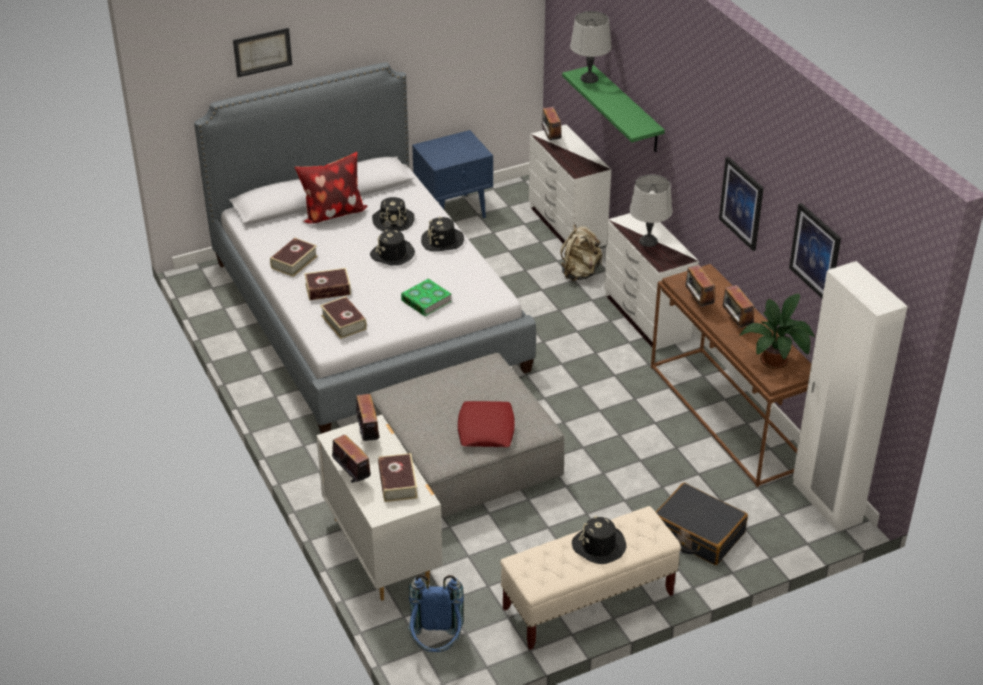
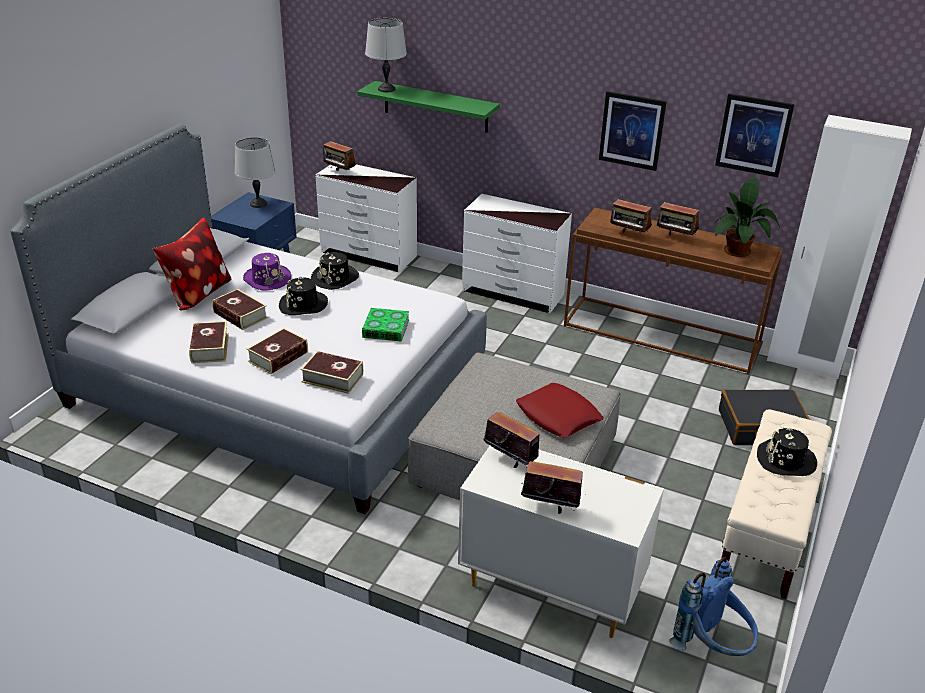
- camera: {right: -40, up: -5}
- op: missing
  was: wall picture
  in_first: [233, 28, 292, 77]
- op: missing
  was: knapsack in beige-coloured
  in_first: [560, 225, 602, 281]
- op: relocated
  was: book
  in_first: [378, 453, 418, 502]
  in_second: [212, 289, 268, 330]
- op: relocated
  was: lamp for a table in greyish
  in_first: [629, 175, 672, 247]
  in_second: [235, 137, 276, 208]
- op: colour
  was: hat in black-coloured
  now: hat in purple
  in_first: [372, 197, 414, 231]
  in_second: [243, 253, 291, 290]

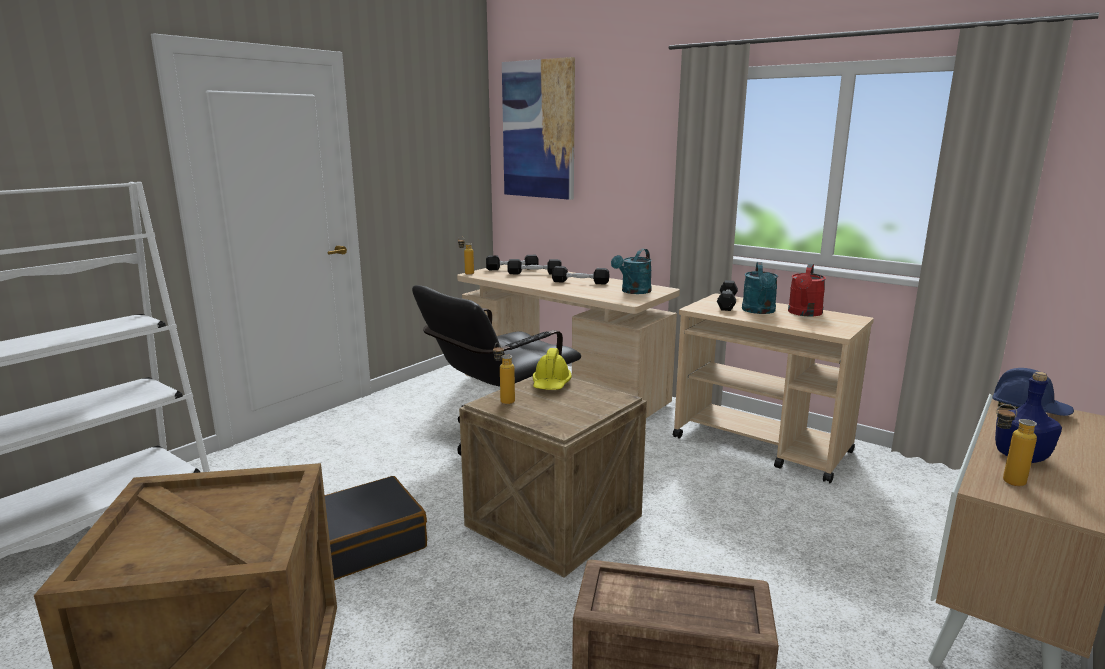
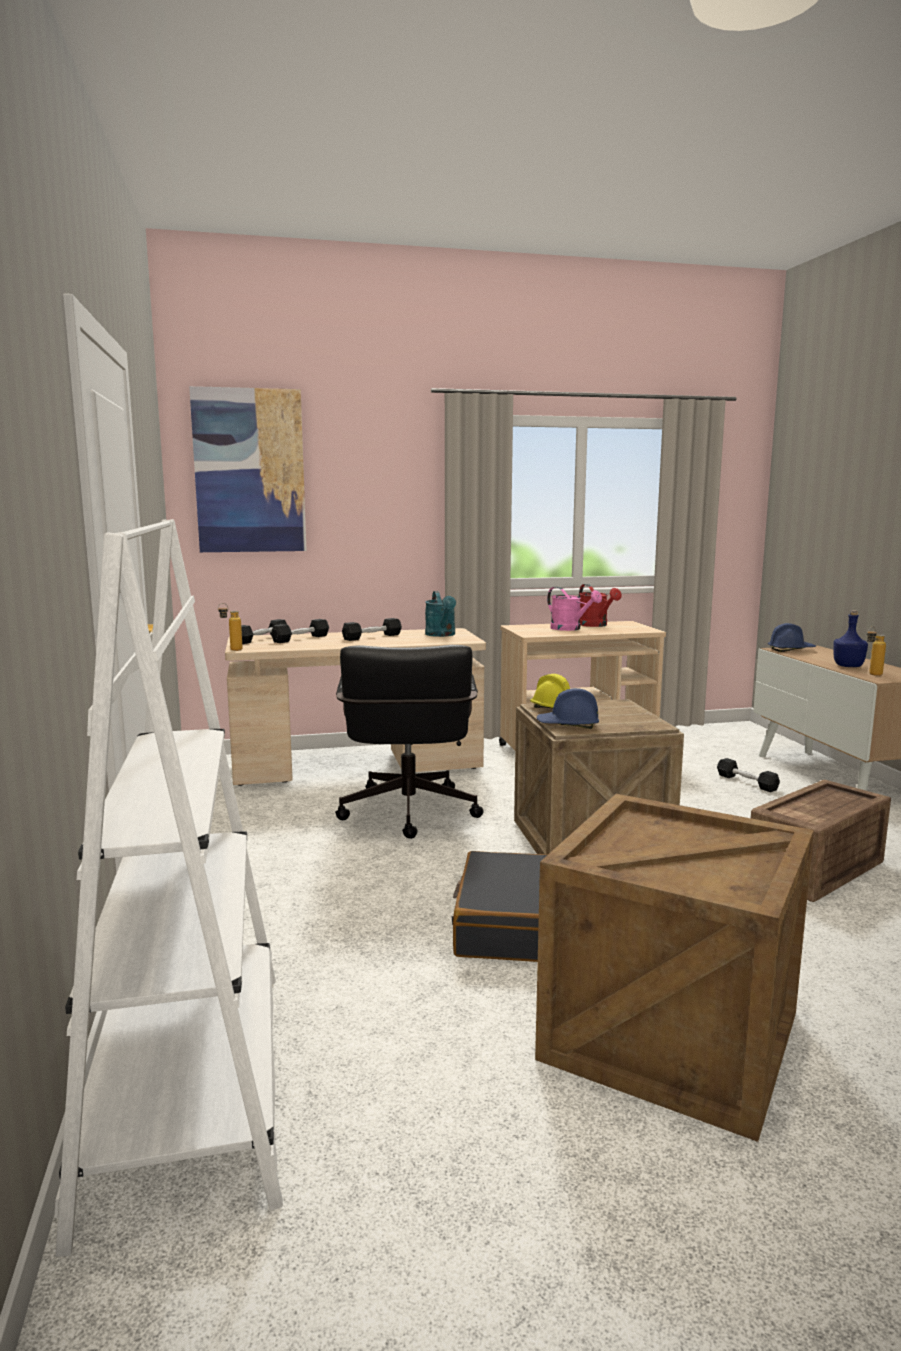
- camera: {right: -50, up: -5}
- op: relocated
  was: free weight in black-coloured
  in_first: [717, 280, 738, 311]
  in_second: [717, 758, 780, 792]
- op: exchanged
  was: drink bottle
  now: hard hat in blue-coloured
  in_first: [493, 343, 515, 404]
  in_second: [537, 688, 599, 729]
- op: colour
  was: watering pot in turquoise
  now: watering pot in pink-coloured
  in_first: [742, 262, 778, 314]
  in_second: [547, 587, 602, 631]

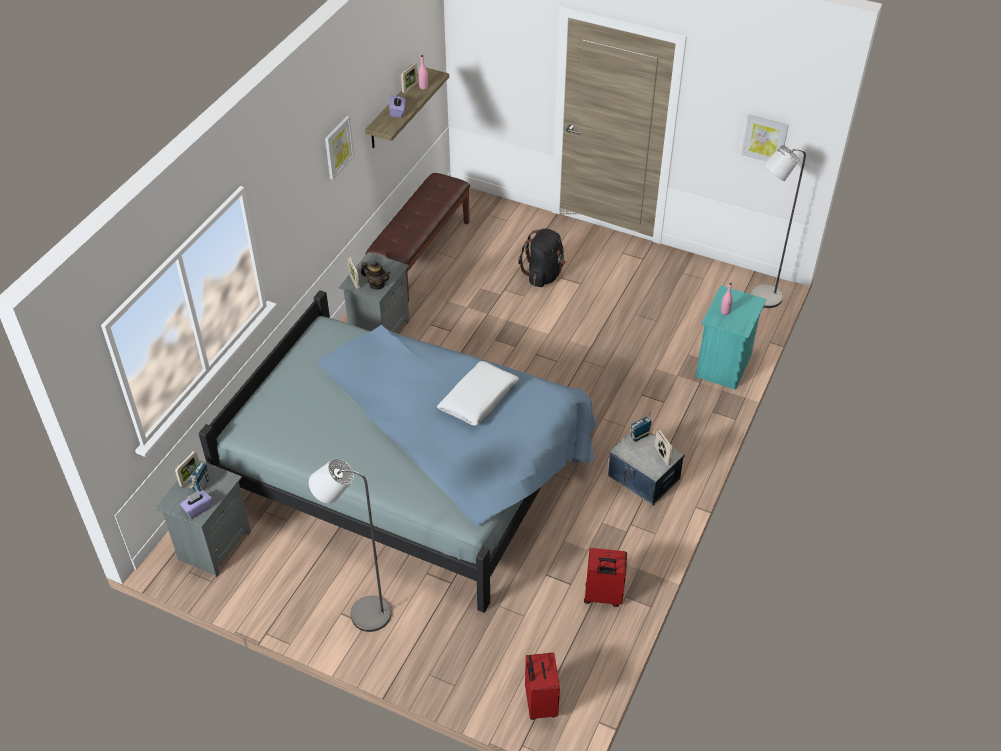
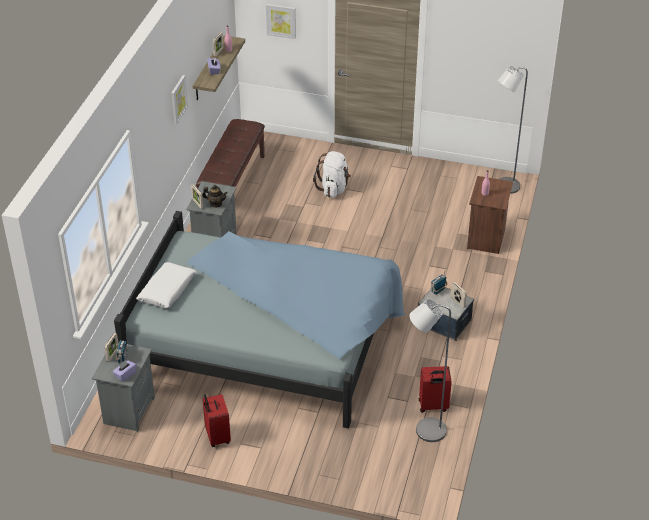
- camera: {right: -10, up: -5}
- op: relocated
  was: floor lamp in greyish
  in_first: [309, 458, 391, 632]
  in_second: [409, 299, 451, 442]
- op: relocated
  was: pillow in white-coloured
  in_first: [437, 361, 519, 426]
  in_second: [136, 262, 197, 308]
- op: relocated
  was: travel case in red-coloured
  in_first: [525, 652, 560, 720]
  in_second: [202, 394, 231, 447]
- op: relocated
  was: wall picture
  in_first: [741, 115, 789, 161]
  in_second: [266, 4, 296, 39]
- op: colour
  was: knapsack in black-coloured
  now: knapsack in white-coloured
  in_first: [518, 229, 566, 287]
  in_second: [313, 151, 351, 198]
- op: colour
  was: nightstand in turquoise
  now: nightstand in brownish
  in_first: [696, 286, 766, 390]
  in_second: [467, 176, 513, 254]

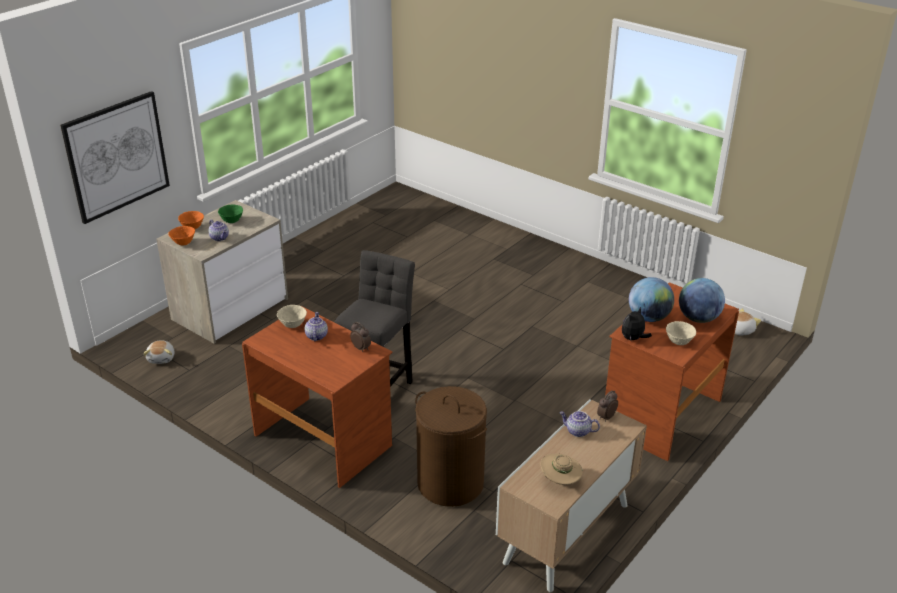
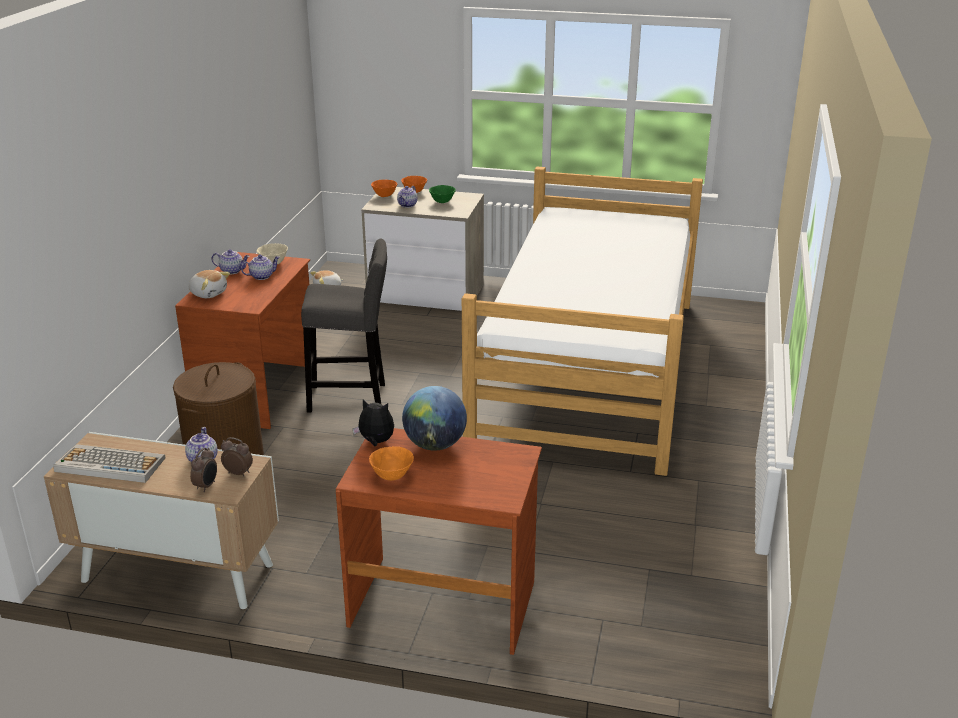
- camera: {right: 65, up: -5}
- op: missing
  was: wall picture
  in_first: [60, 91, 170, 224]
- op: missing
  was: world globe
  in_first: [679, 278, 725, 323]
- op: appeared
  now: teapot
  in_second: [212, 249, 250, 275]
- op: appeared
  now: bedroom bed
  in_second: [462, 167, 703, 476]
- op: relocated
  was: alarm clock
  in_first: [350, 322, 371, 351]
  in_second: [190, 448, 217, 492]
- op: relocated
  was: soft toy
  in_first: [735, 308, 761, 336]
  in_second: [189, 270, 230, 298]
- op: exchanged
  was: hat in beige-coloured
  now: PC keyboard
  in_first: [540, 454, 583, 485]
  in_second: [53, 444, 165, 483]
- op: colour
  was: bowl in beige-coloured
  now: bowl in orange-coloured
  in_first: [666, 321, 696, 345]
  in_second: [369, 446, 414, 481]

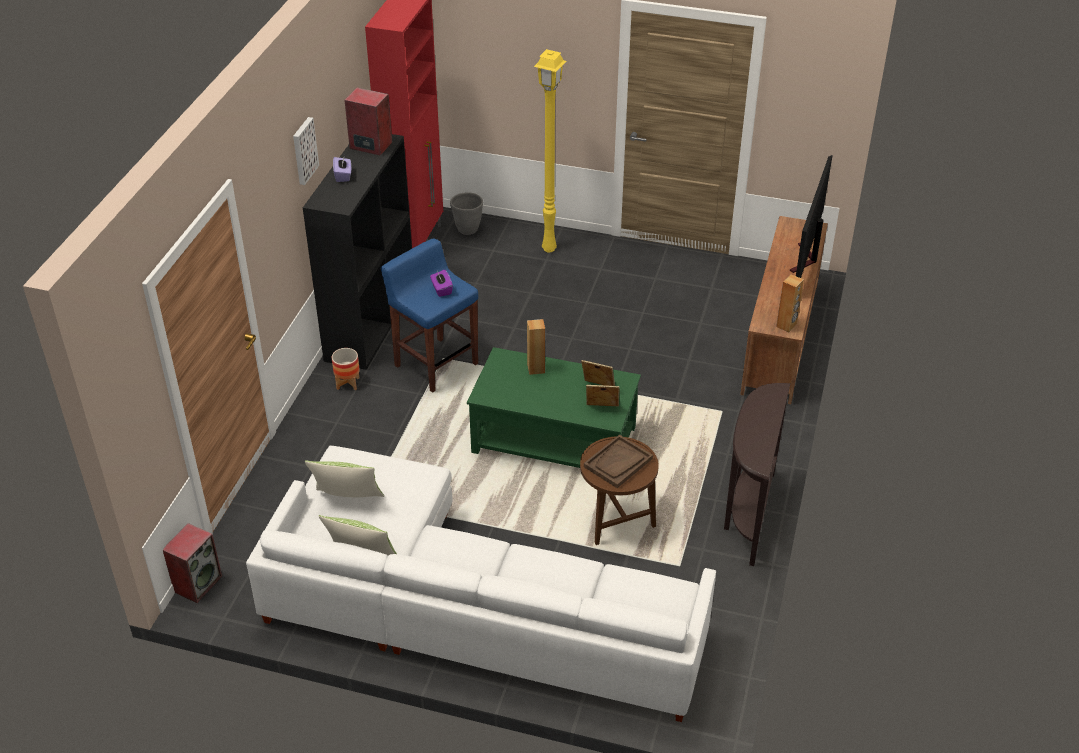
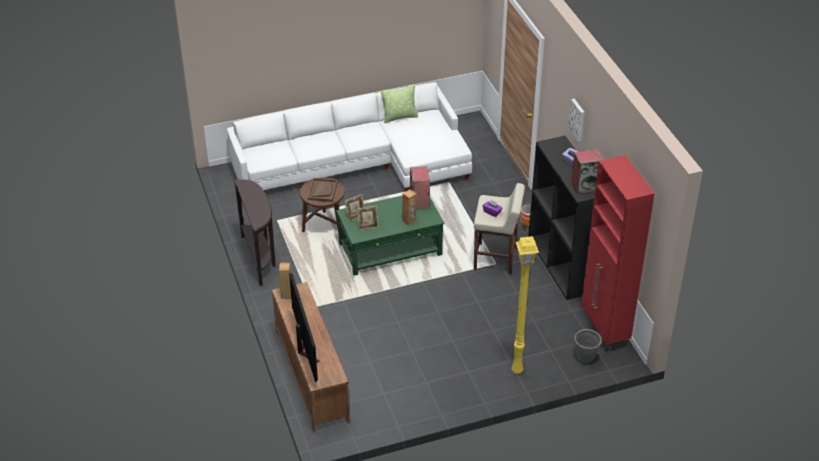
- camera: {right: 145, up: 0}
- op: missing
  was: pillow
  in_first: [305, 460, 384, 497]
- op: relocated
  was: audio speaker
  in_first: [163, 523, 222, 603]
  in_second: [410, 166, 430, 209]
- op: colour
  was: sitting stool in blue-coloured
  now: sitting stool in beige-coloured
  in_first: [381, 238, 478, 392]
  in_second: [474, 183, 525, 274]

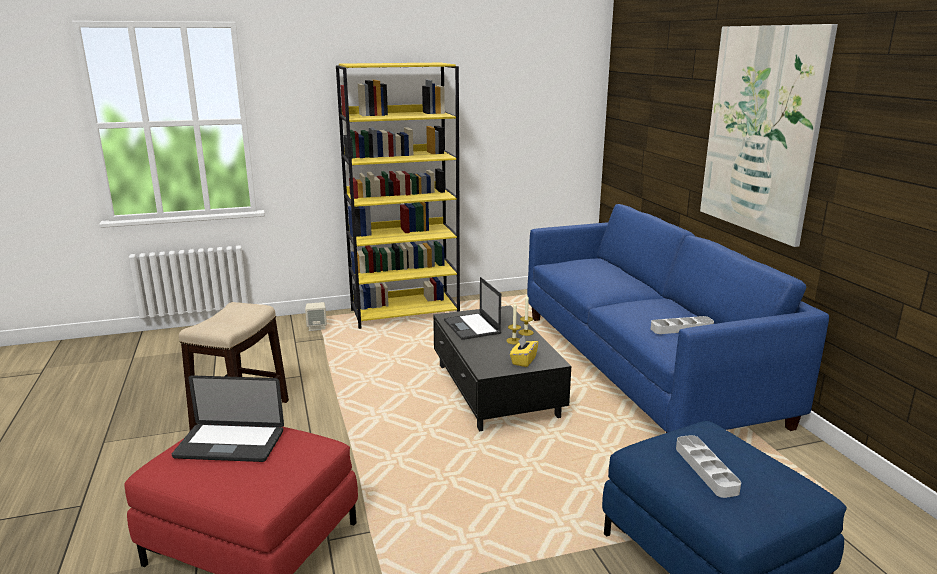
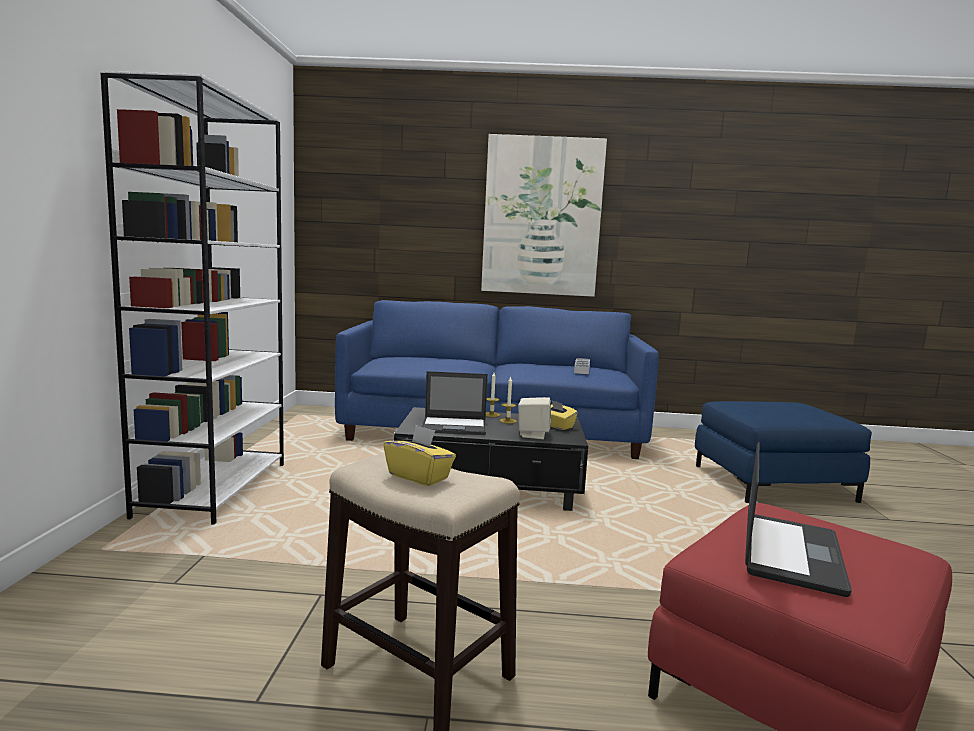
- camera: {right: -70, up: -10}
- op: missing
  was: tray in greyish
  in_first: [676, 435, 741, 498]
- op: appeared
  now: tissue holder in yellow
  in_second: [383, 425, 456, 486]
- op: relocated
  was: audio speaker in beige-coloured
  in_first: [305, 302, 327, 331]
  in_second: [518, 397, 551, 439]
- op: colour
  was: bookshelf in yellow
  now: bookshelf in white-coloured
  in_first: [336, 63, 460, 329]
  in_second: [100, 71, 284, 525]

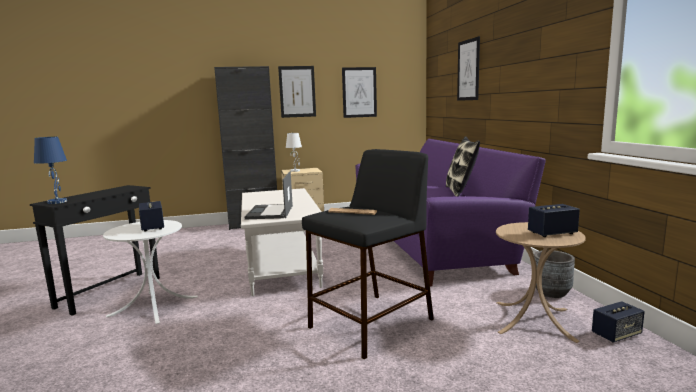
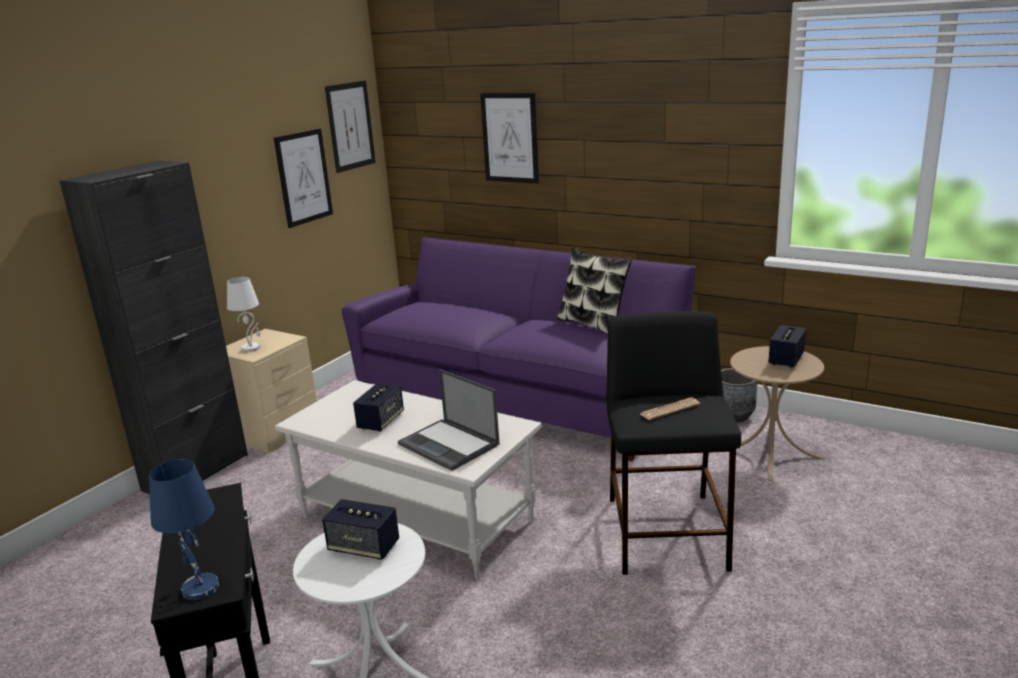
- camera: {right: -45, up: 10}
- op: relocated
  was: wall picture
  in_first: [278, 66, 316, 118]
  in_second: [325, 81, 376, 173]
- op: relocated
  was: audio speaker
  in_first: [592, 301, 645, 343]
  in_second: [353, 383, 404, 432]

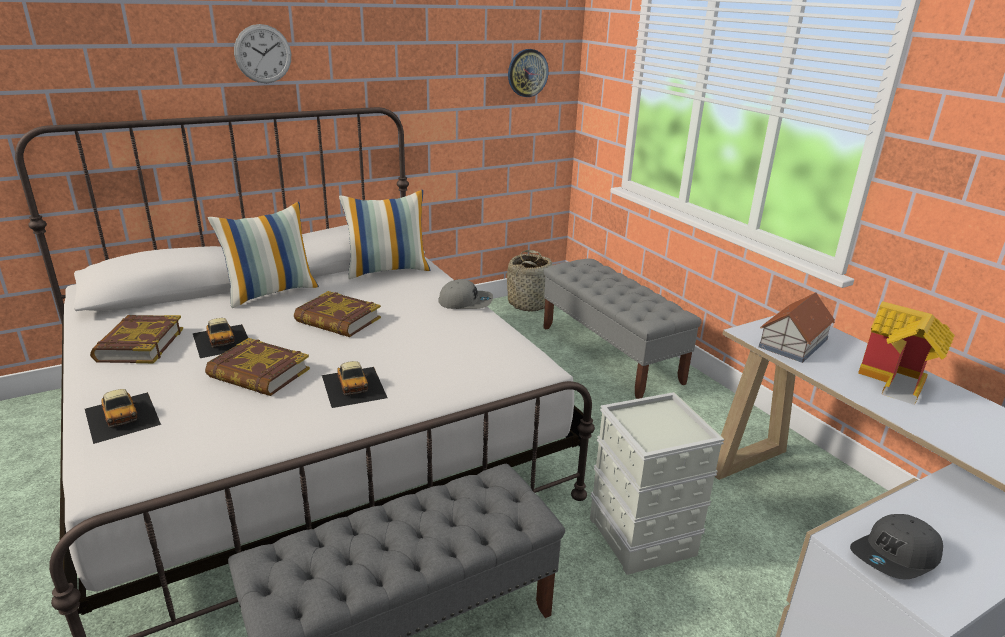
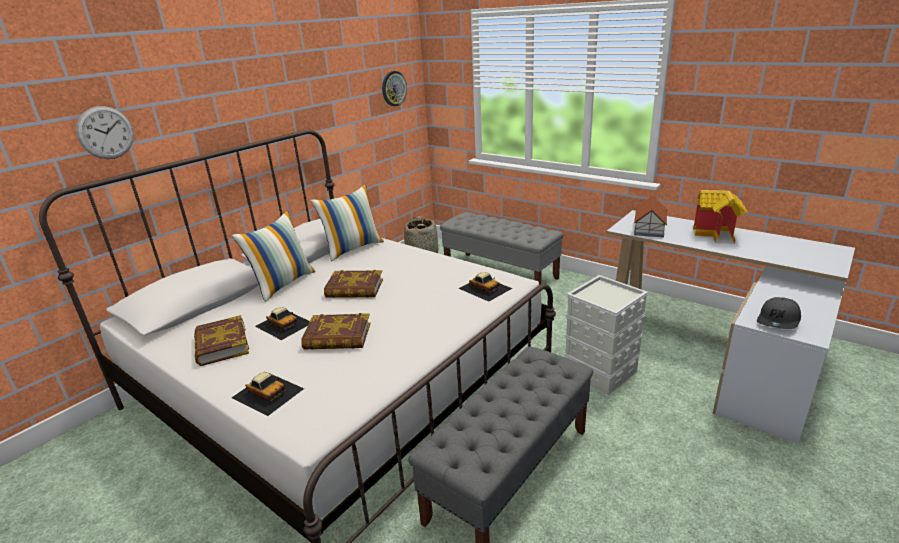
- camera: {right: -20, up: 0}
- op: missing
  was: cap in greyish
  in_first: [438, 279, 493, 309]
- op: relocated
  was: wall clock
  in_first: [234, 24, 291, 83]
  in_second: [76, 106, 134, 159]
- op: relocated
  was: model car
  in_first: [322, 361, 387, 408]
  in_second: [458, 272, 512, 302]

